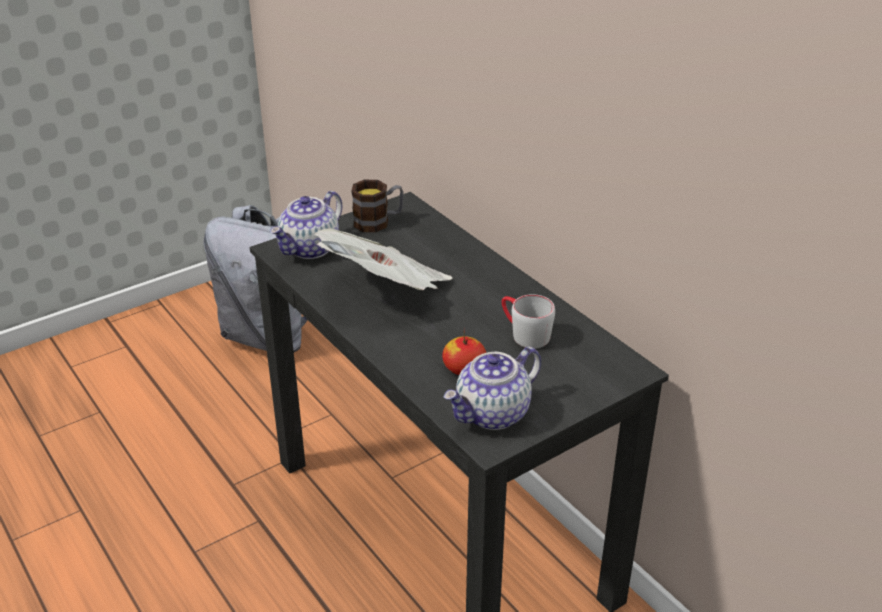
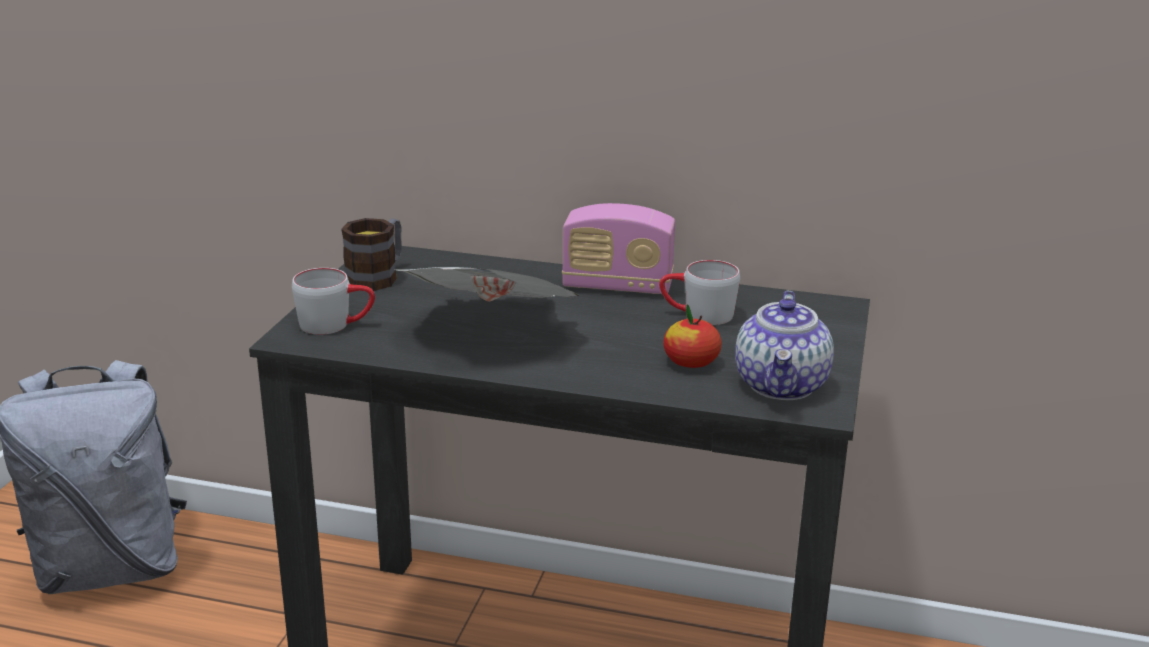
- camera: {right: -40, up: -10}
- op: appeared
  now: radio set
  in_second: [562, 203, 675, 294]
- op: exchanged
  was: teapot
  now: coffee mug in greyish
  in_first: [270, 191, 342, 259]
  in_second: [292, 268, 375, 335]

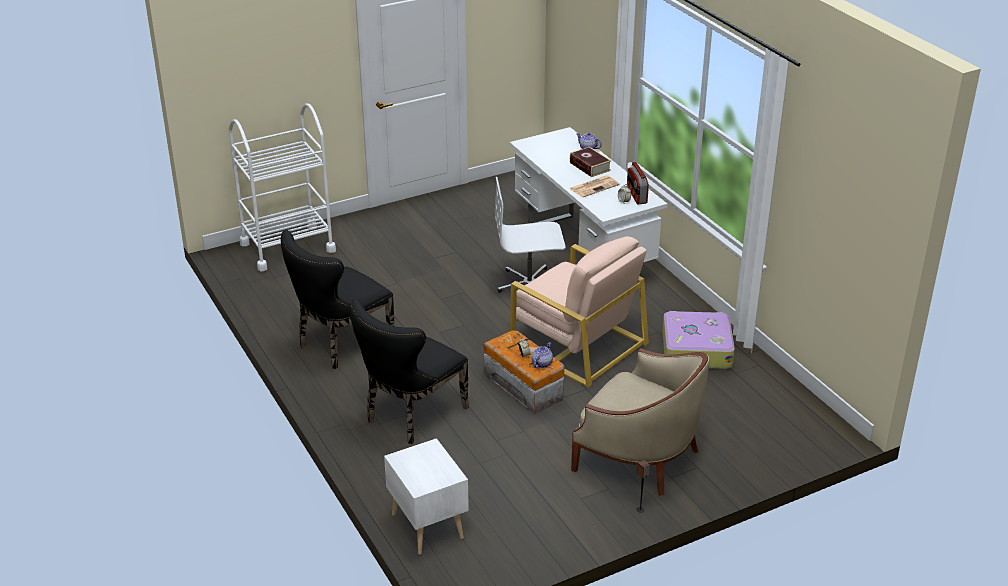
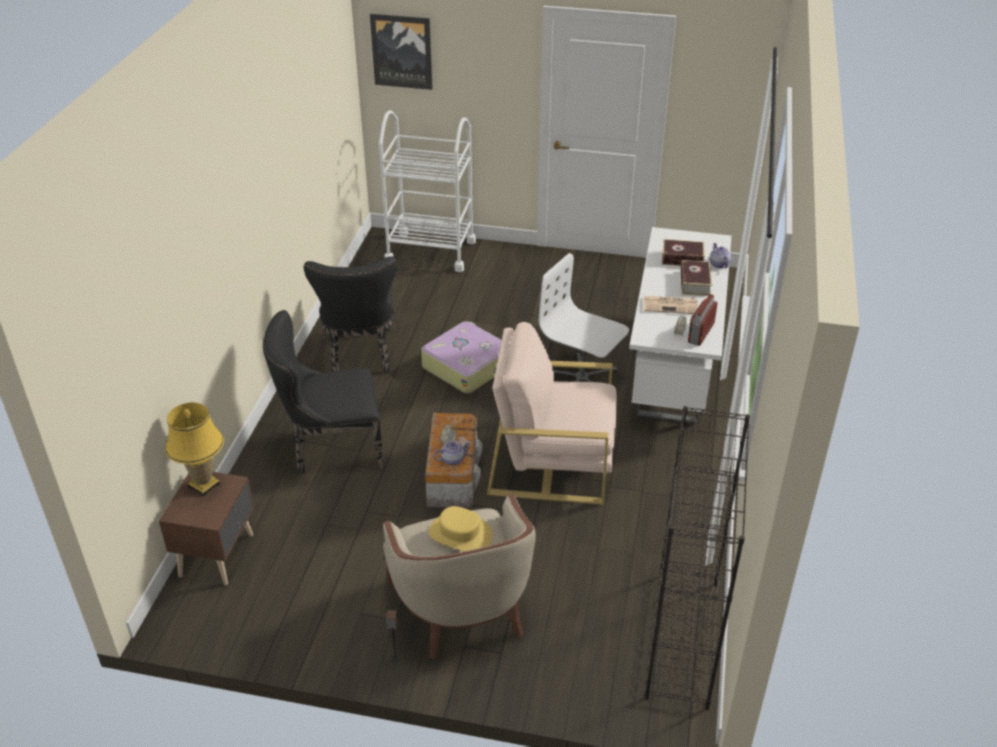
- camera: {right: 40, up: 5}
- op: appeared
  now: lamp for a table in yellow
  in_second: [165, 403, 224, 497]
- op: appeared
  now: wall picture
  in_second: [370, 14, 433, 90]
- op: appeared
  now: hat in yellow
  in_second: [429, 506, 493, 551]
- op: appeared
  now: bookshelf in black-coloured
  in_second: [645, 406, 750, 710]
- op: appeared
  now: book
  in_second: [662, 239, 705, 266]
- op: relocated
  was: travel case
  in_first: [662, 311, 735, 369]
  in_second: [421, 321, 502, 393]
- op: colour
  was: nightstand in white-coloured
  now: nightstand in brownish
  in_first: [384, 438, 469, 555]
  in_second: [159, 472, 254, 585]
- op: spun
  was: plain chair in black-coloured
  in_first: [281, 230, 394, 369]
  in_second: [304, 256, 398, 374]
  clockwise: -90
- op: spun
  was: easy chair in beige-coloured
  in_first: [510, 236, 649, 387]
  in_second: [487, 322, 617, 505]
  clockwise: 105

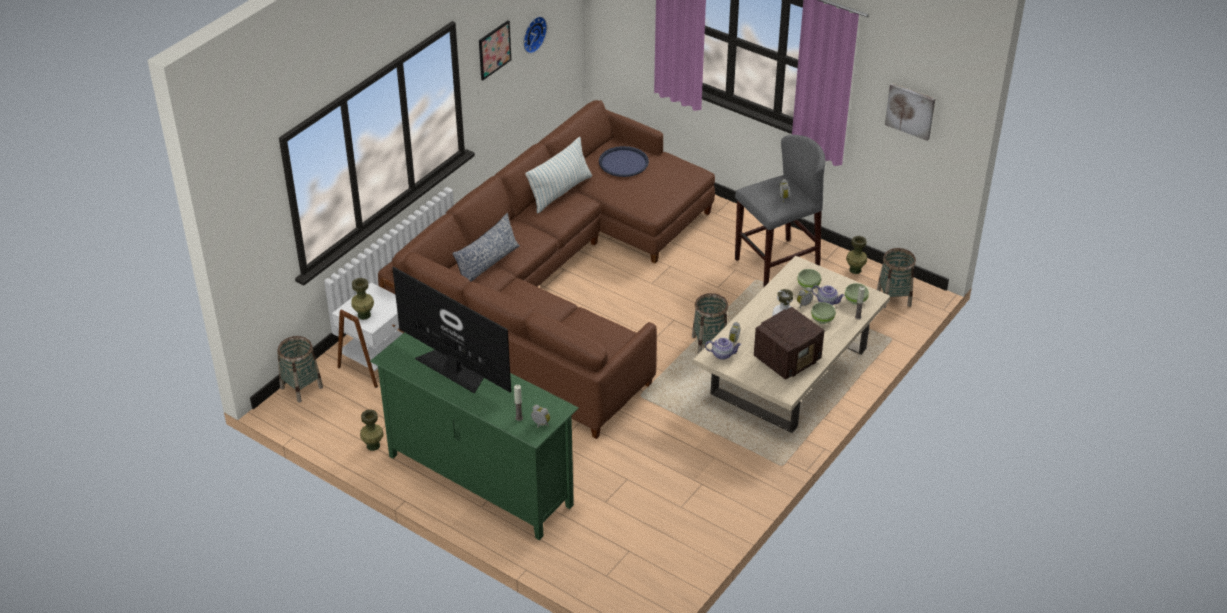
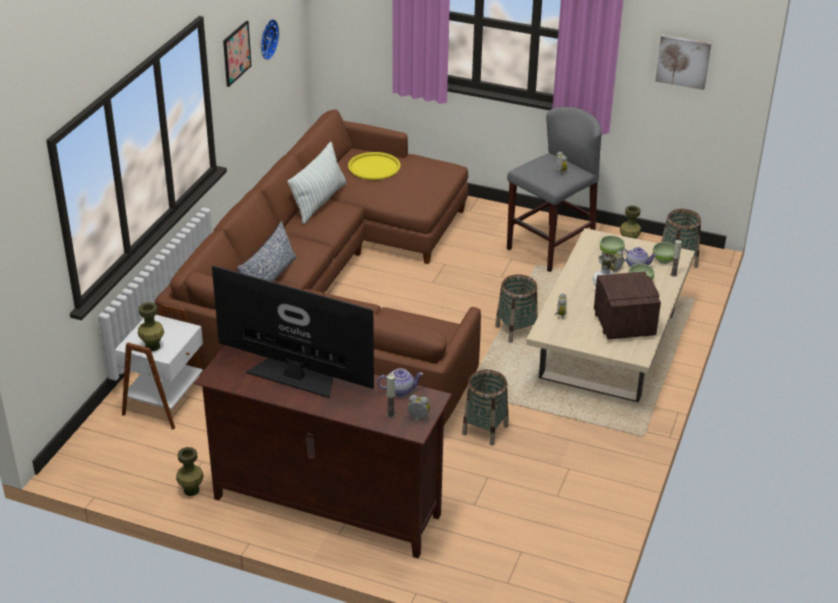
- camera: {right: -15, up: -5}
- op: relocated
  was: basket
  in_first: [277, 336, 323, 403]
  in_second: [462, 370, 508, 446]
- op: relocated
  was: teapot
  in_first: [705, 338, 742, 360]
  in_second: [377, 369, 423, 397]
- op: colour
  was: tv stand in green-coloured
  now: tv stand in brownish
  in_first: [370, 332, 579, 540]
  in_second: [194, 345, 453, 558]
- op: colour
  was: tray in blue-coloured
  now: tray in yellow
  in_first: [599, 146, 649, 177]
  in_second: [348, 152, 401, 180]
- op: spun
  was: radio set
  in_first: [754, 307, 824, 380]
  in_second: [594, 271, 661, 340]
  clockwise: -45

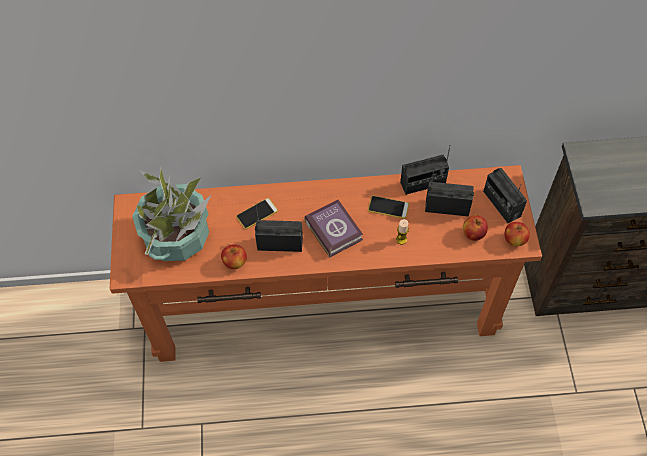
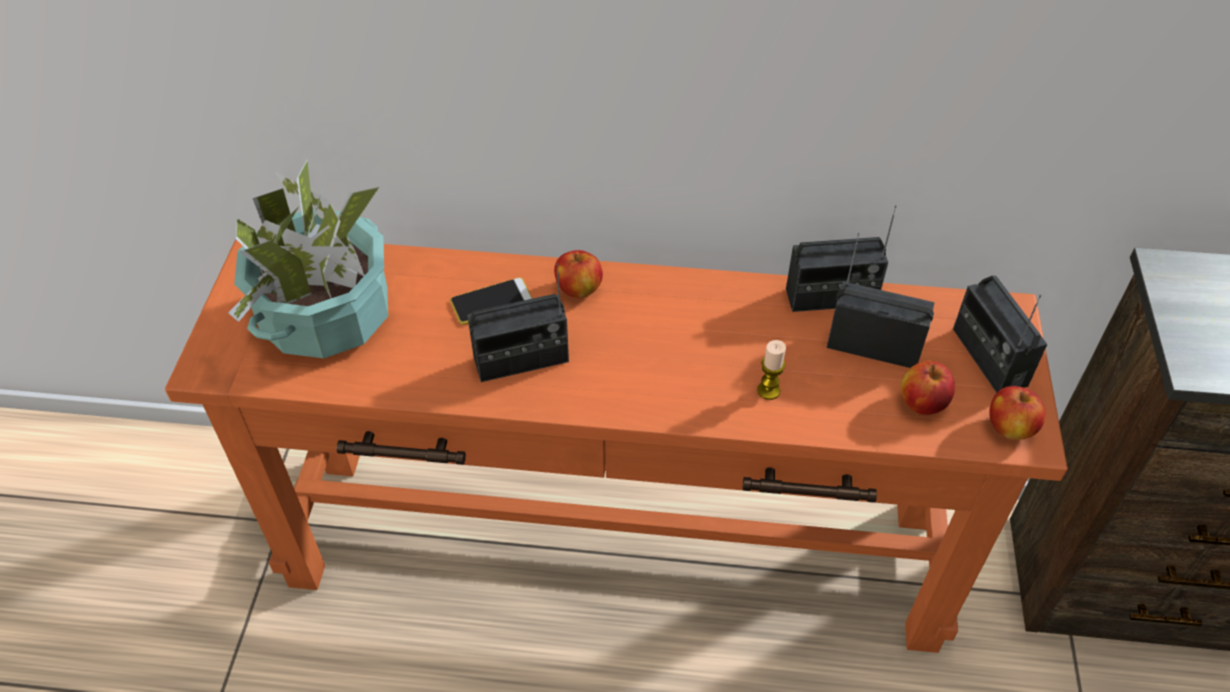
- camera: {right: 10, up: -10}
- op: missing
  was: book
  in_first: [304, 200, 363, 258]
- op: missing
  was: phone
  in_first: [368, 196, 409, 219]
- op: relocated
  was: whole apple
  in_first: [221, 244, 247, 269]
  in_second: [554, 250, 603, 298]
- op: spun
  was: radio set
  in_first: [255, 206, 303, 252]
  in_second: [467, 263, 569, 382]
  clockwise: 150

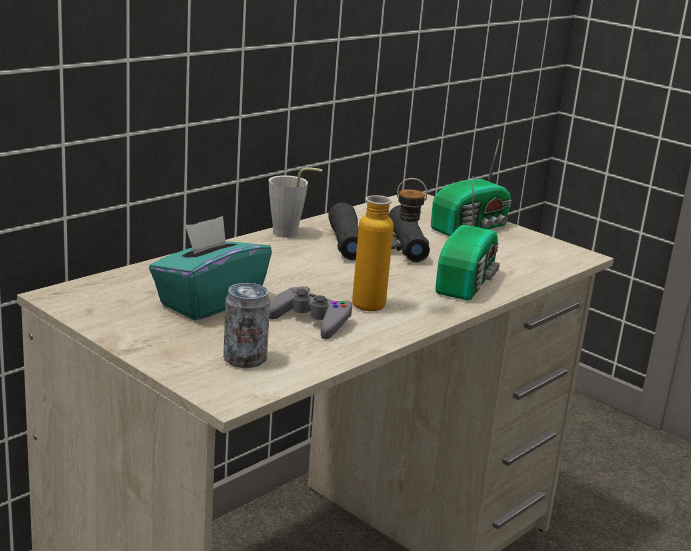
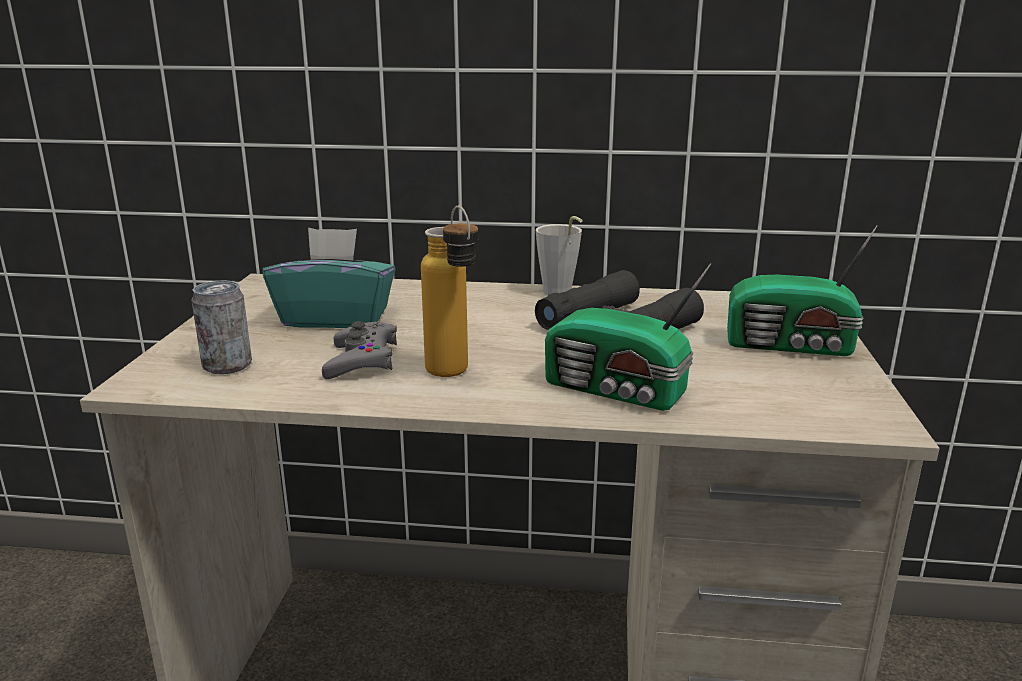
- camera: {right: 55, up: 0}
- op: spun
  was: radio set
  in_first: [435, 178, 500, 300]
  in_second: [545, 263, 711, 411]
  clockwise: 45

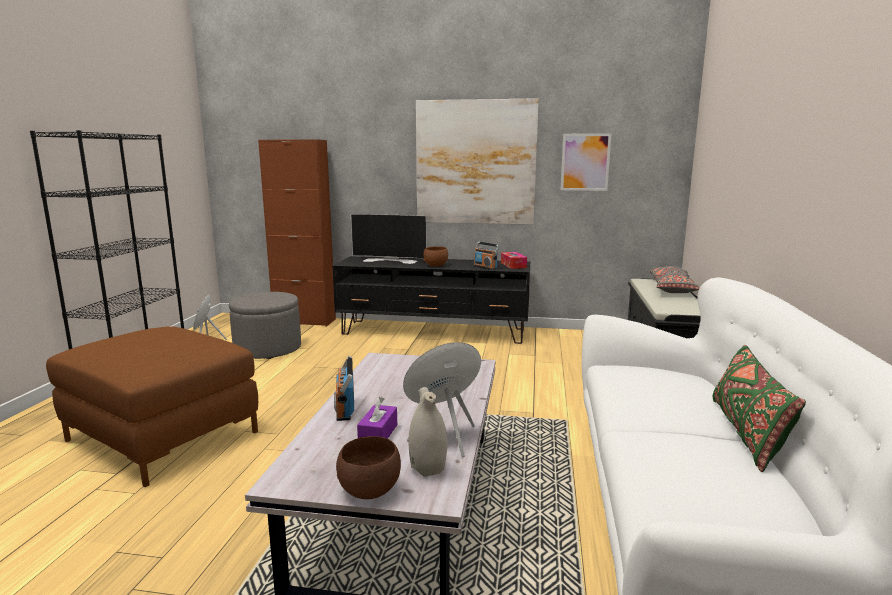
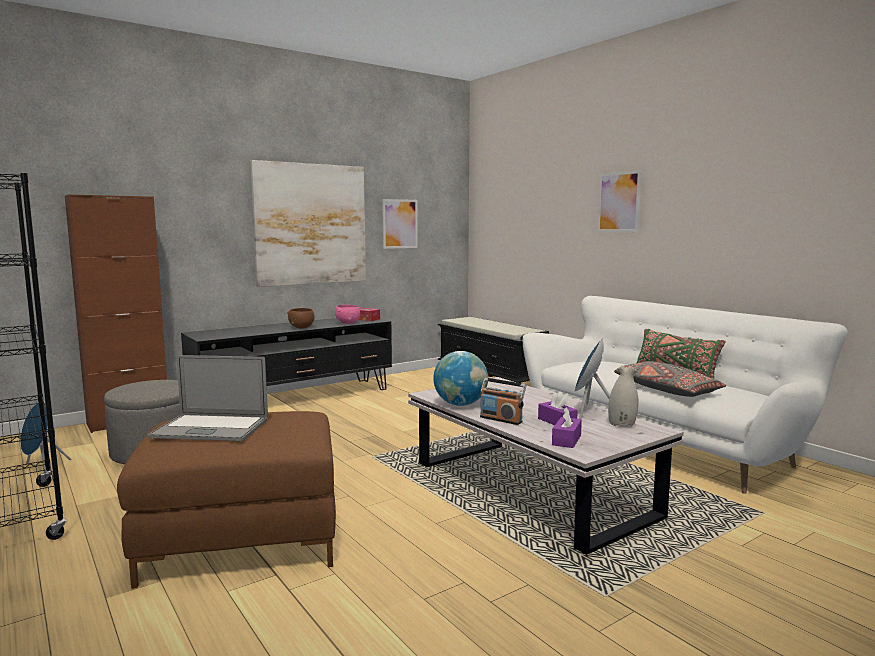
- camera: {right: -45, up: -5}
- op: missing
  was: bowl in brownish
  in_first: [336, 436, 401, 499]
- op: missing
  was: TV set
  in_first: [351, 214, 427, 264]
- op: appeared
  now: notebook computer
  in_second: [148, 355, 268, 441]
- op: appeared
  now: world globe
  in_second: [433, 351, 488, 406]
- op: appeared
  now: tissue holder in purple
  in_second: [552, 407, 582, 448]
- op: appeared
  now: wall picture
  in_second: [597, 170, 641, 232]
- op: relocated
  was: pillow in greyish
  in_first: [650, 266, 700, 293]
  in_second: [614, 361, 726, 397]
- op: exchanged
  was: radio set
  now: bowl in pink-coloured
  in_first: [474, 242, 500, 270]
  in_second: [335, 305, 360, 324]

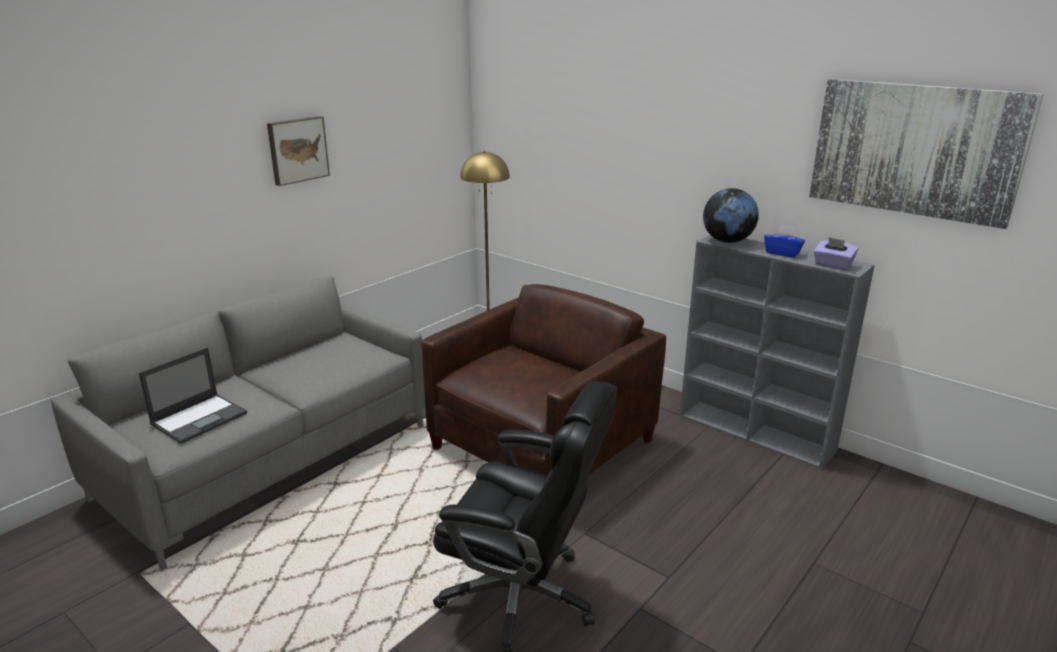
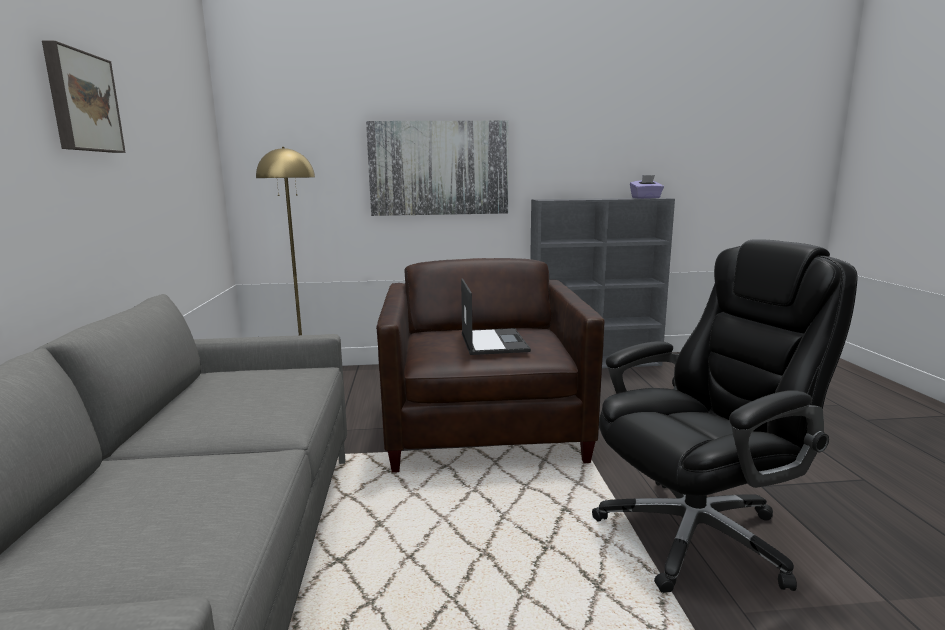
- camera: {right: -45, up: -10}
- op: missing
  was: world globe
  in_first: [703, 188, 759, 243]
- op: missing
  was: tissue holder in blue-coloured
  in_first: [764, 224, 805, 258]
- op: relocated
  was: notebook computer
  in_first: [138, 347, 247, 444]
  in_second: [461, 278, 531, 355]
- op: relocated
  was: wall picture
  in_first: [809, 79, 1044, 229]
  in_second: [366, 121, 509, 216]

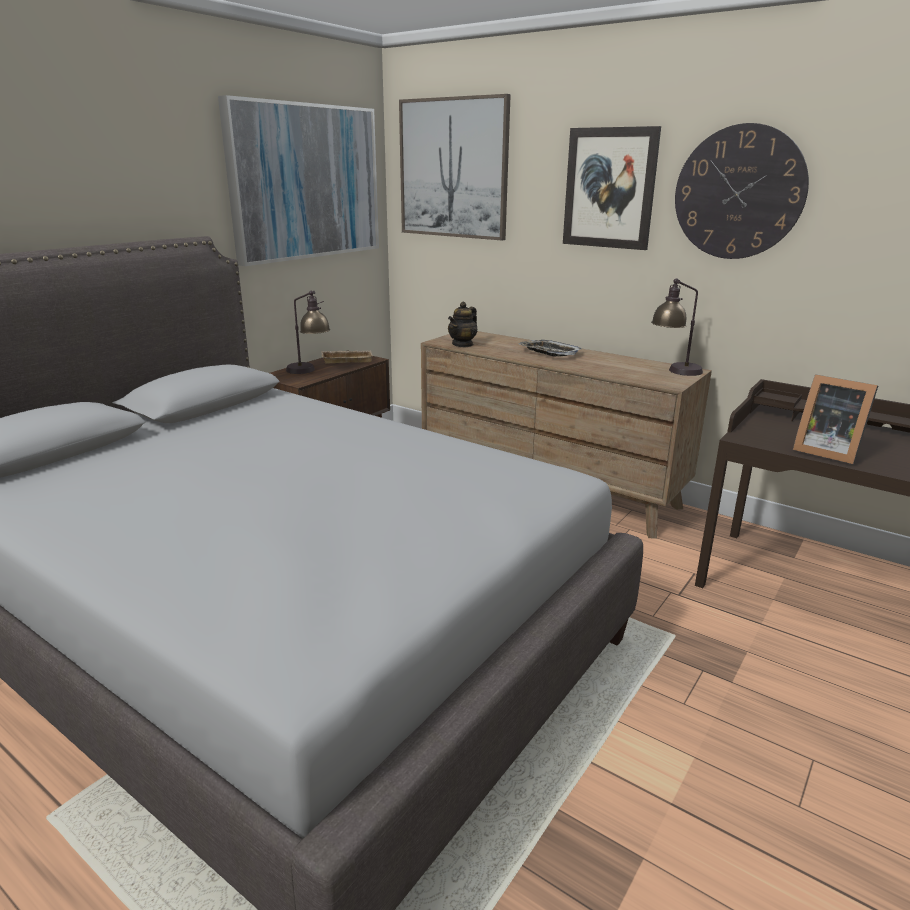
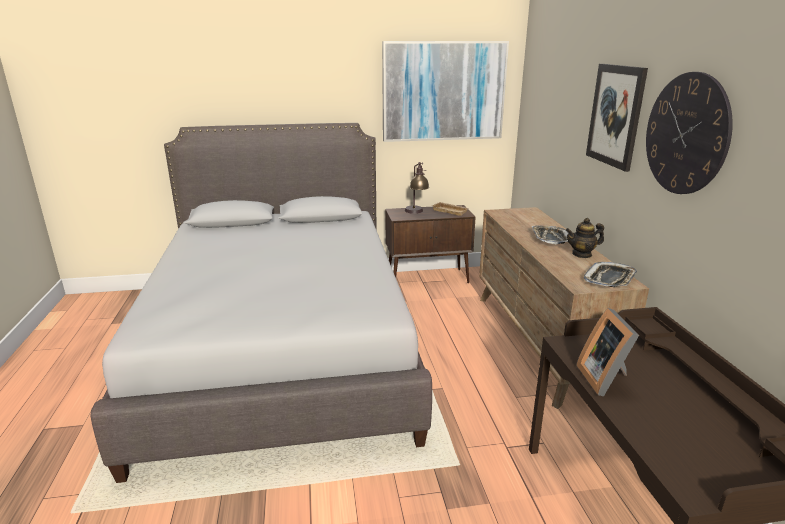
- camera: {right: 45, up: 0}
- op: missing
  was: wall picture
  in_first: [399, 94, 511, 240]
- op: relocated
  was: teapot
  in_first: [448, 301, 477, 347]
  in_second: [566, 218, 604, 258]
- op: exchanged
  was: lamp for a table
  now: tray
  in_first: [651, 278, 703, 376]
  in_second: [584, 262, 637, 287]

